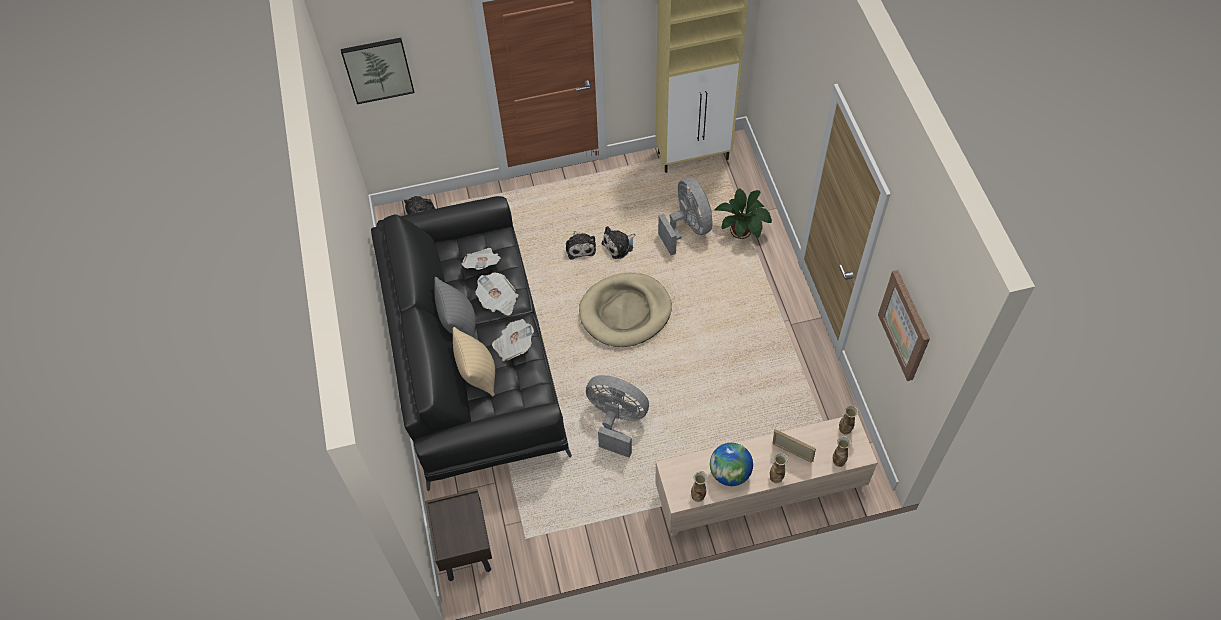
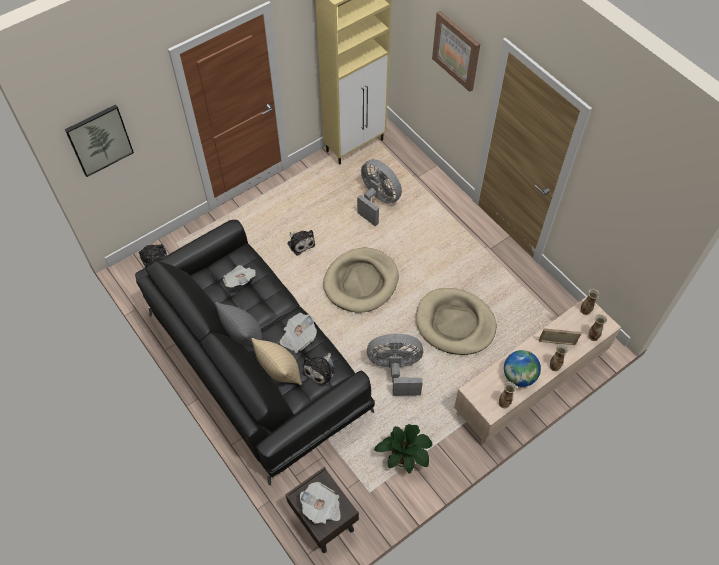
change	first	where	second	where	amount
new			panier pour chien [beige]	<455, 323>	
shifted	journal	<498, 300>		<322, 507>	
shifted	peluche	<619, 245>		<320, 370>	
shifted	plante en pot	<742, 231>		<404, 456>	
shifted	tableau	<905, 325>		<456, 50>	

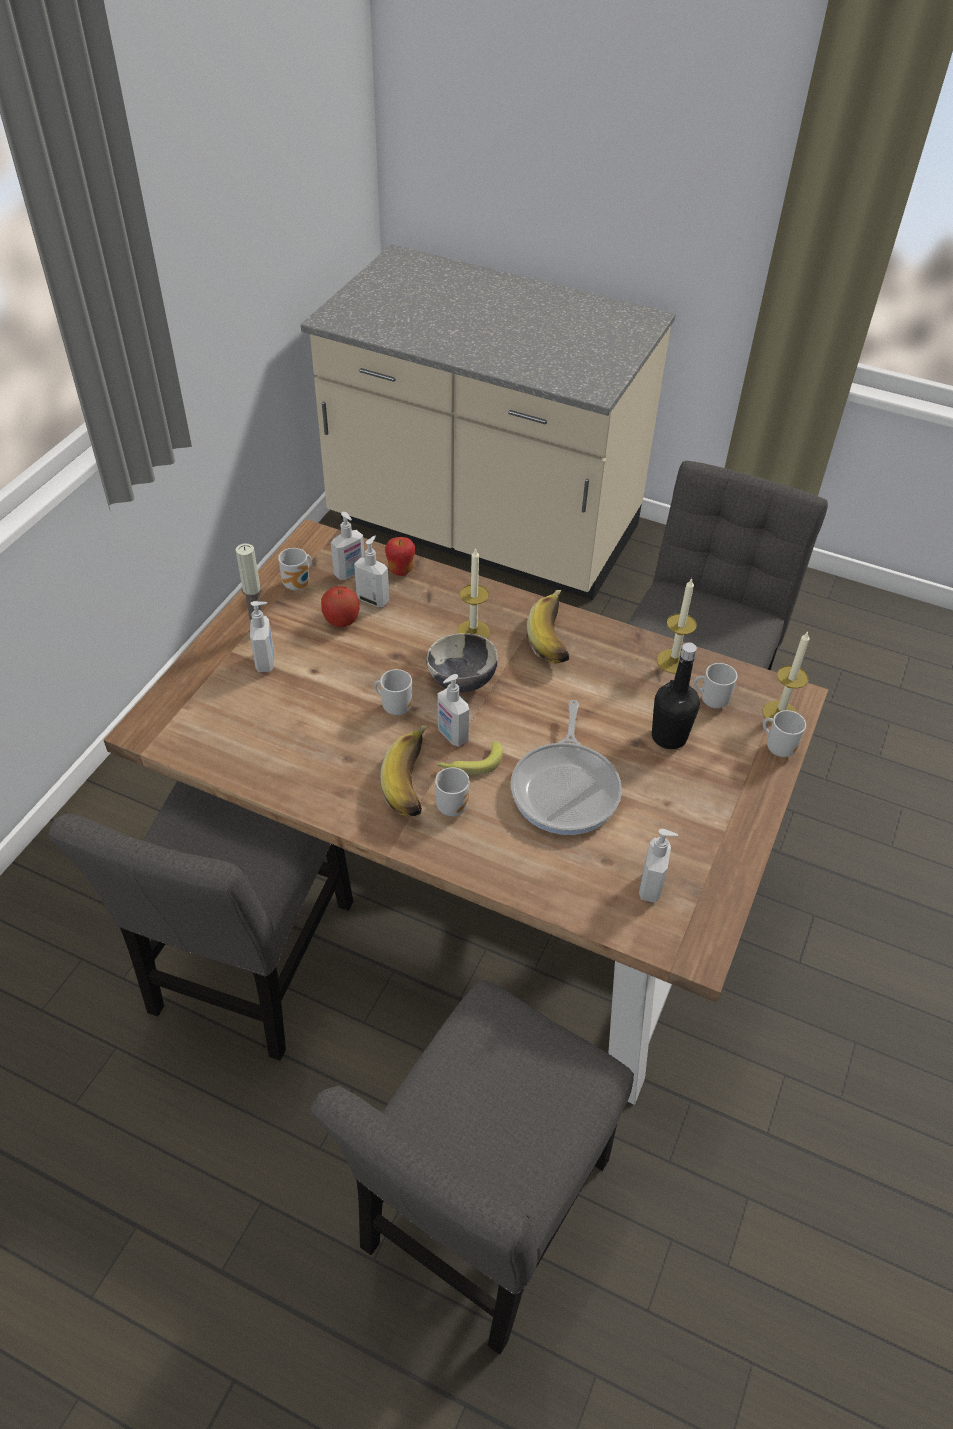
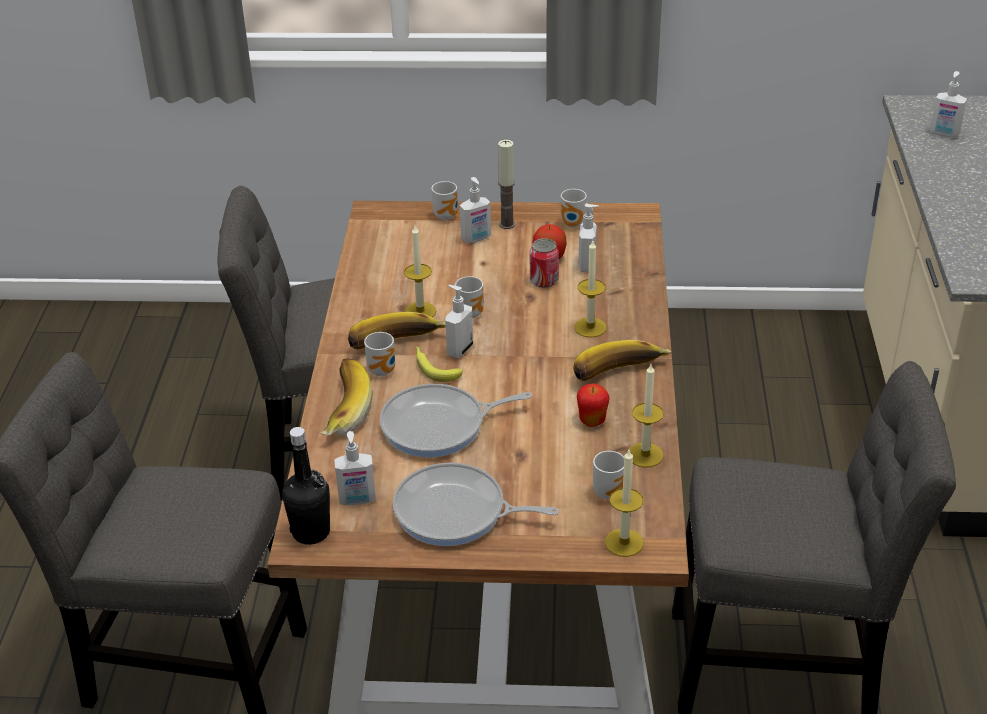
change	first	where	second	where	amount
gone	bol	<461, 681>			
new			banane	<340, 410>	
new			poêle	<456, 513>	
new			bougie	<420, 311>	
new			boîte métallique	<544, 281>	
shifted	distributeur de savon	<350, 573>		<944, 133>	
shifted	pomme	<400, 570>		<592, 421>	
shifted	bouteille [noir]	<669, 737>		<311, 532>	
shifted	mug	<778, 747>		<447, 215>	

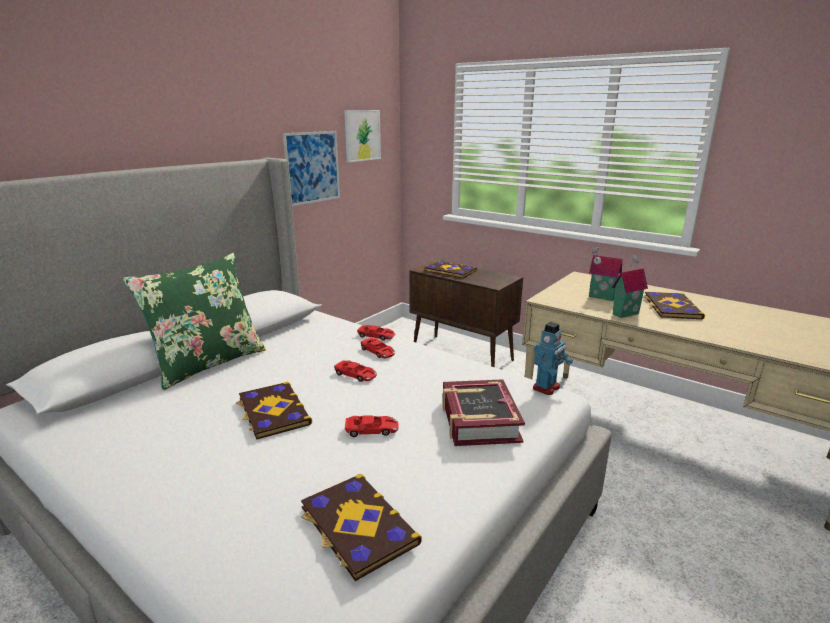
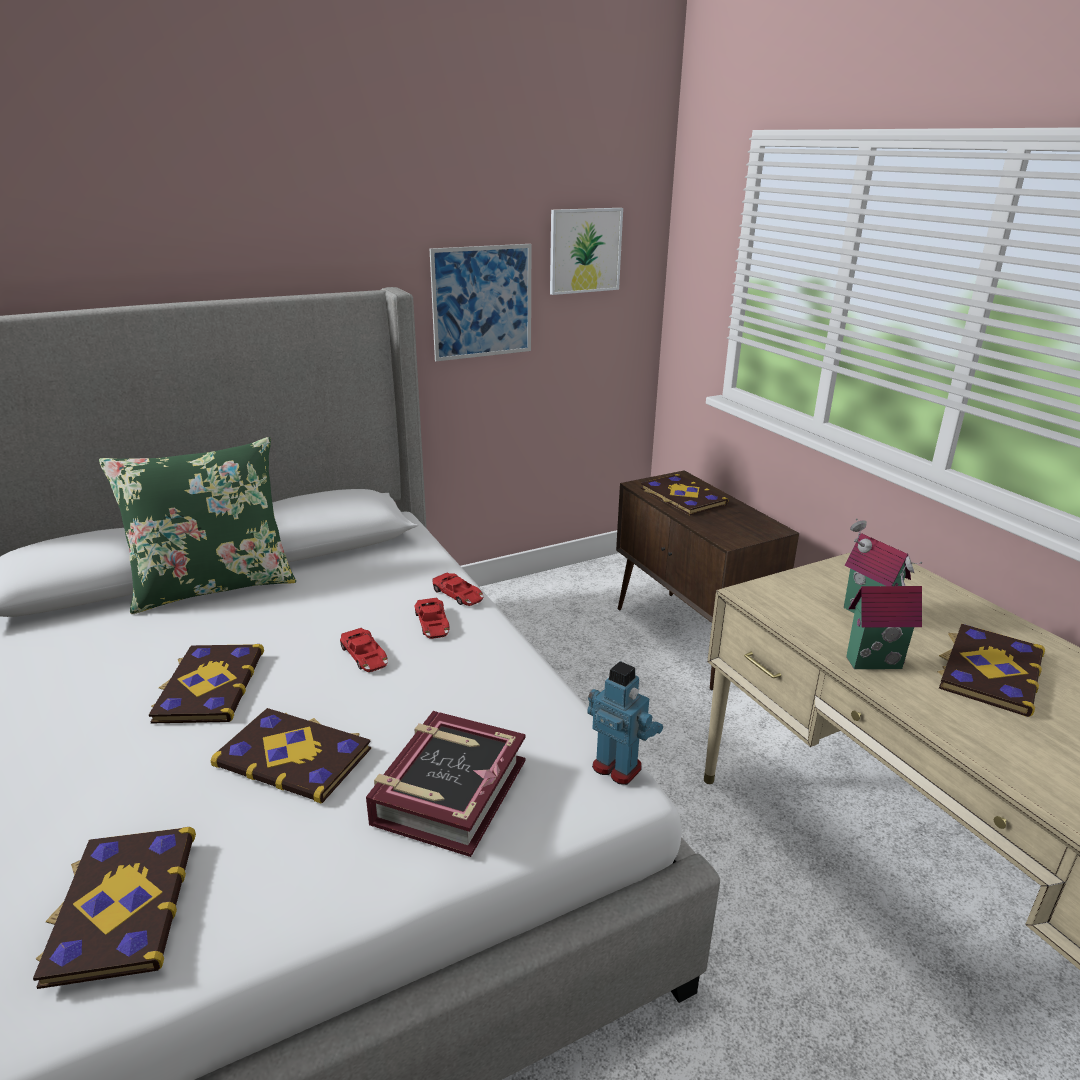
change	first	where	second	where	amount
swapped	petite voiture [rouge]	<372, 430>	livre	<294, 756>	
rotated	robot jouet	<547, 388>		<617, 767>	120 degrees counterclockwise

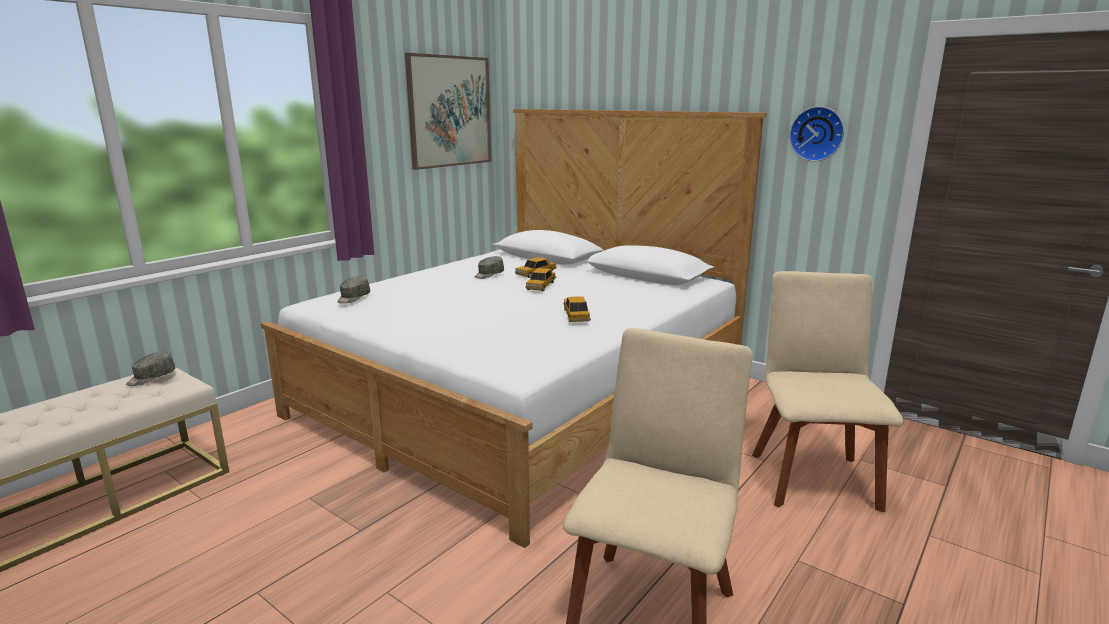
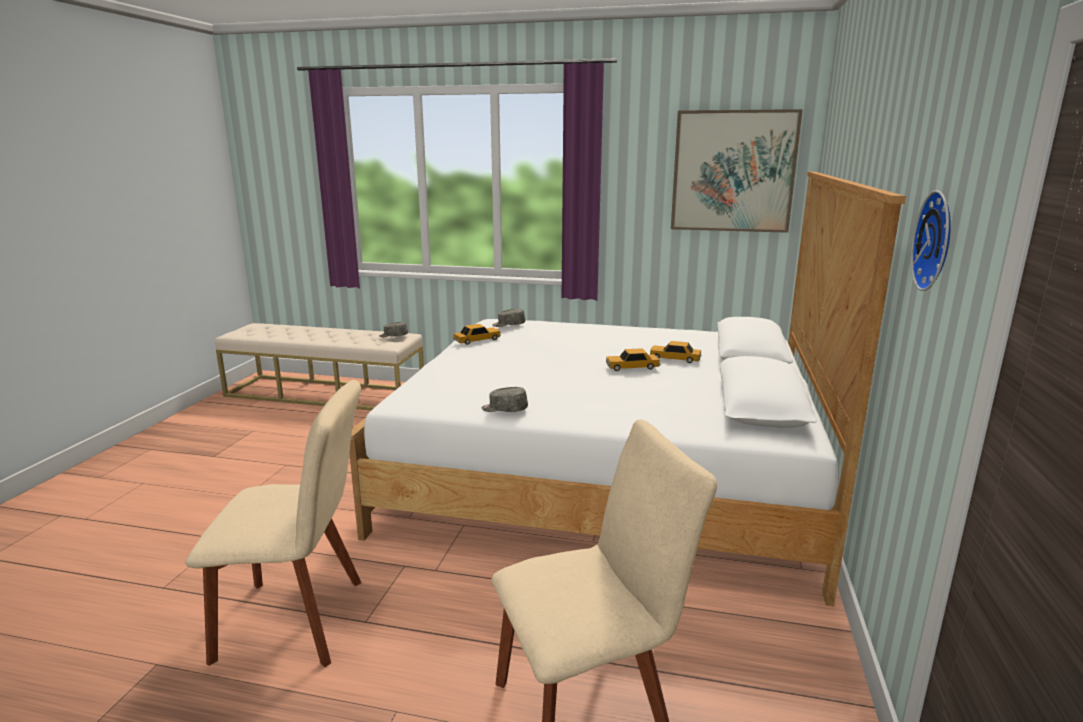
change	first	where	second	where	amount
shifted	casquette [gris]	<488, 274>		<504, 409>	
shifted	petite voiture	<576, 315>		<477, 340>	

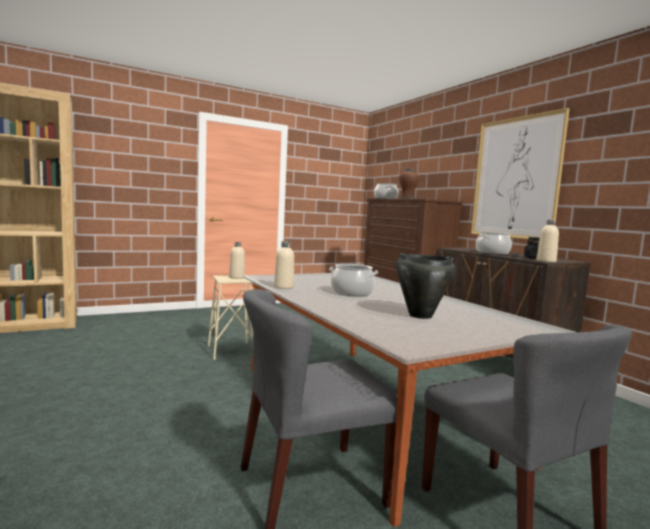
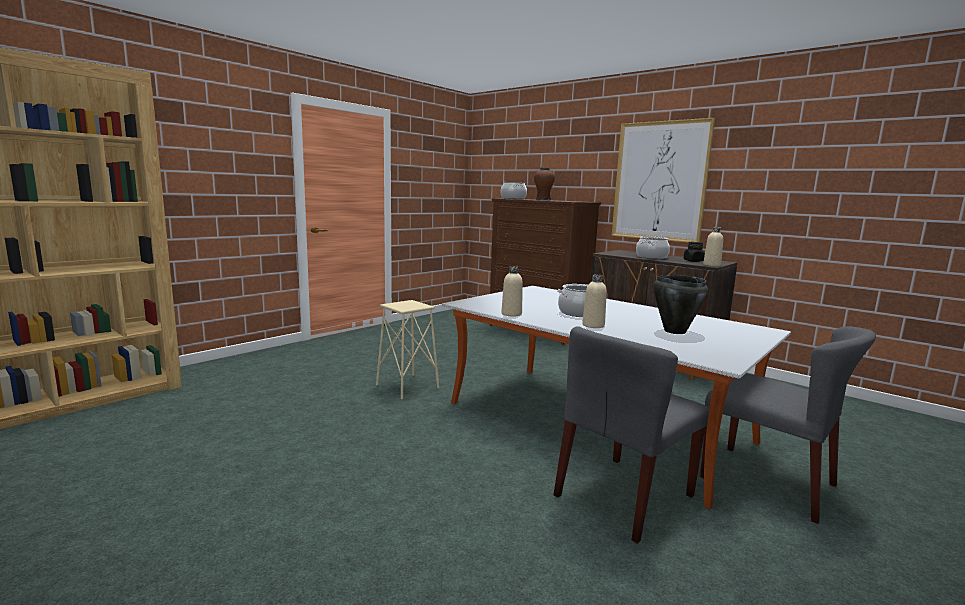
change	first	where	second	where	amount
shifted	bouteille [beige]	<237, 277>		<593, 325>	

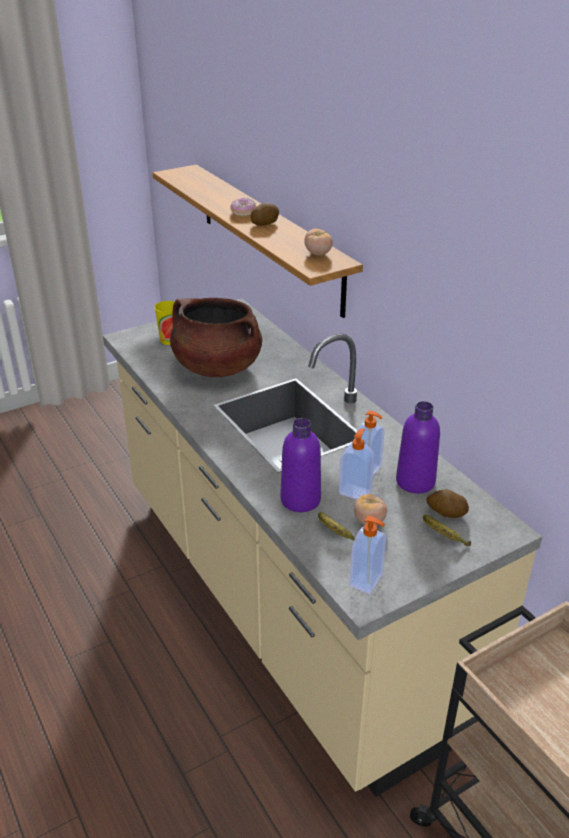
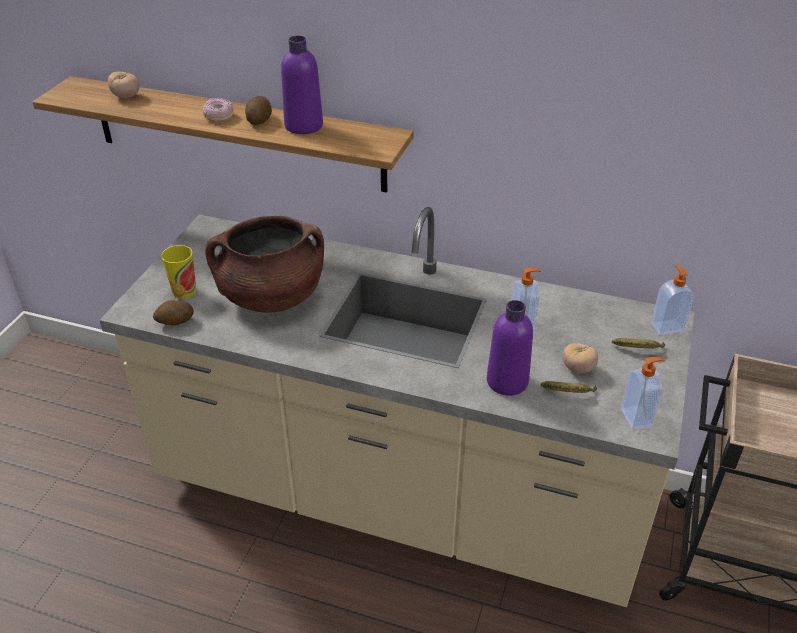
change	first	where	second	where	amount
shifted	tomate	<318, 254>		<126, 96>	
shifted	distributeur de savon	<355, 491>		<666, 326>	
shifted	bouteille [violet]	<415, 481>		<303, 126>	
shifted	pomme de terre	<446, 513>		<175, 322>	

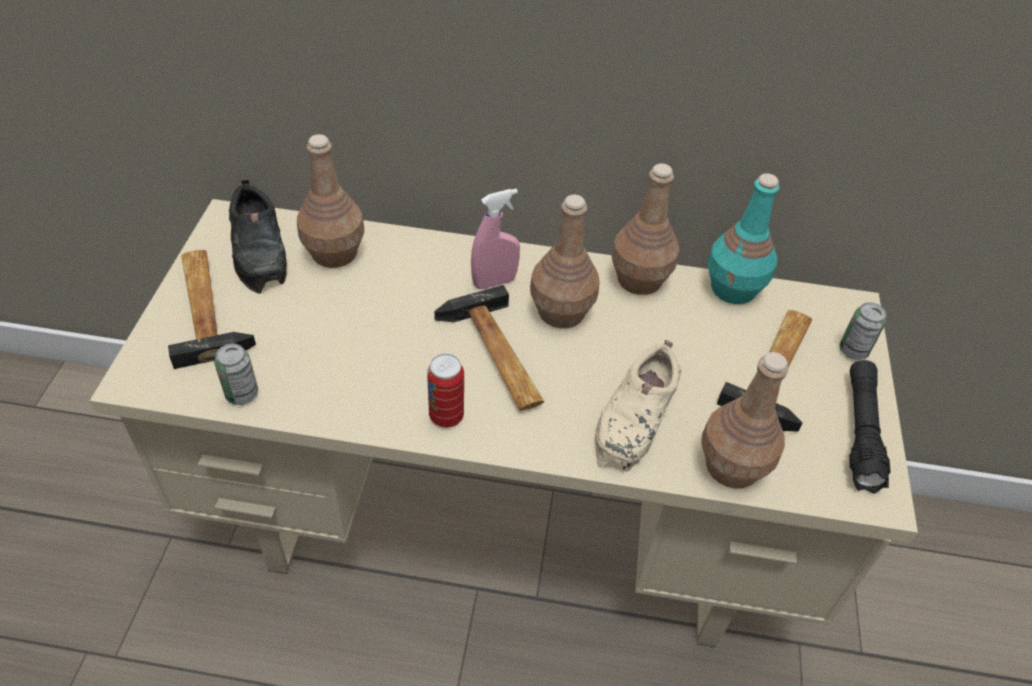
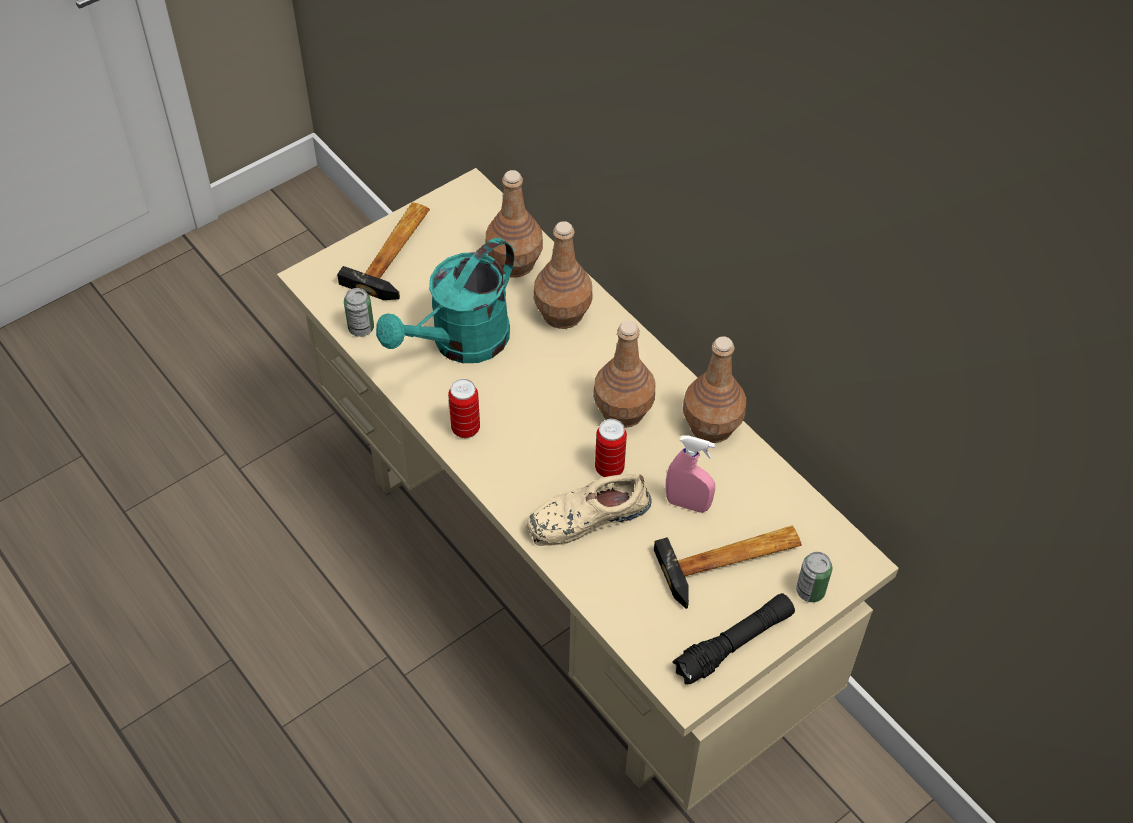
change	first	where	second	where	amount
gone	chaussure [noir]	<259, 249>			
gone	marteau	<496, 357>			
gone	bouteille [turquoise]	<734, 289>			
new			arrosoir [turquoise]	<460, 344>	
new			boîte métallique	<609, 468>	
shifted	vaporisateur [rose]	<494, 282>		<687, 504>	
shifted	bouteille [marron]	<733, 466>		<563, 313>	

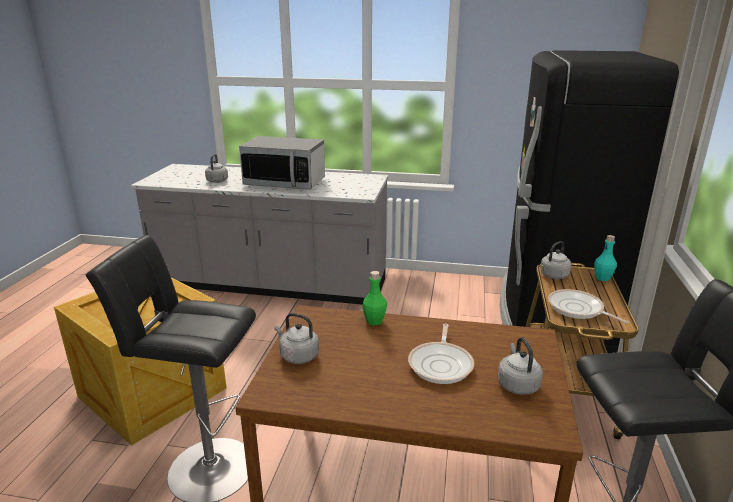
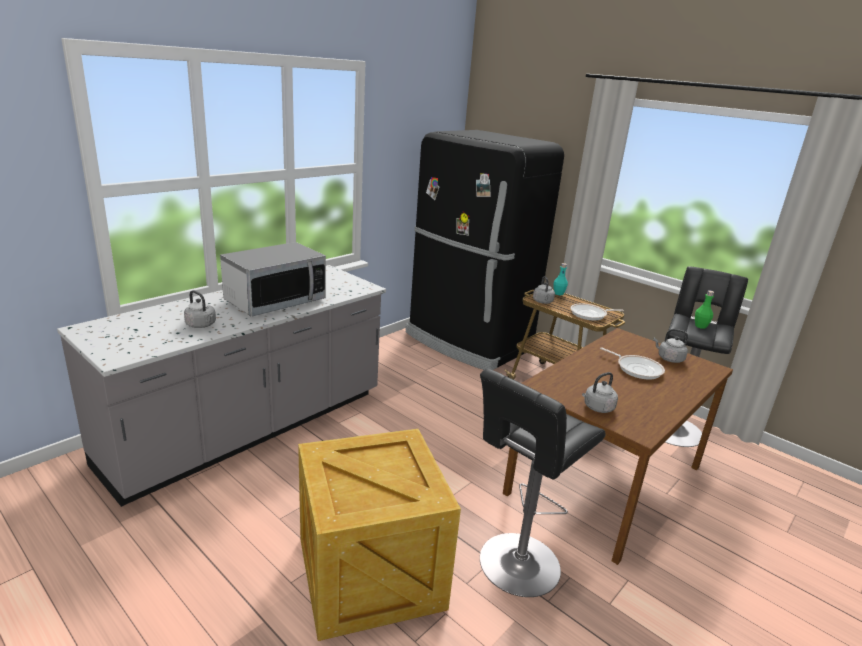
change	first	where	second	where	amount
shifted	bouteille [vert]	<374, 321>		<700, 326>	

